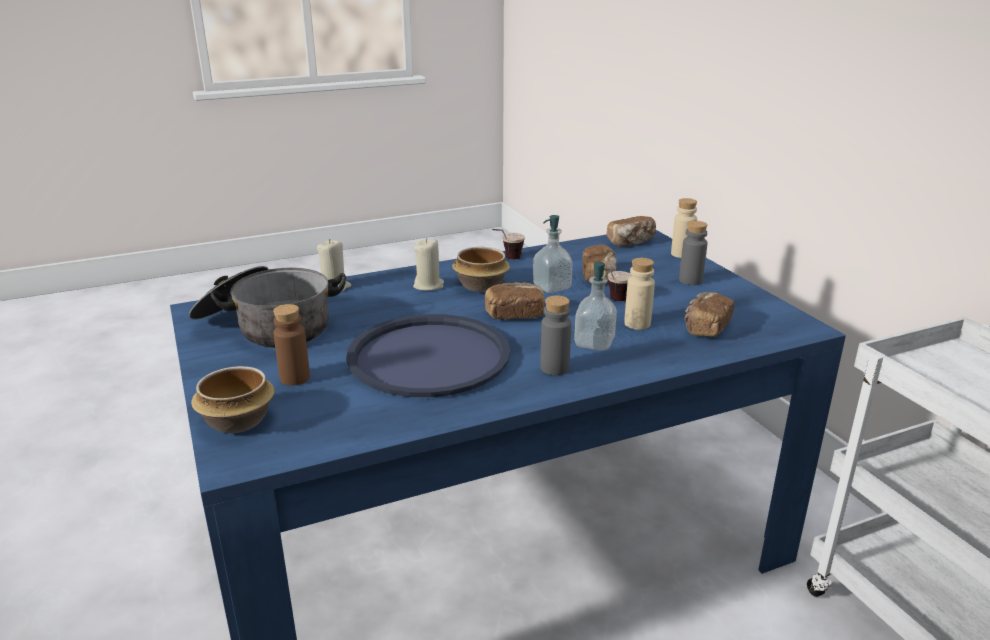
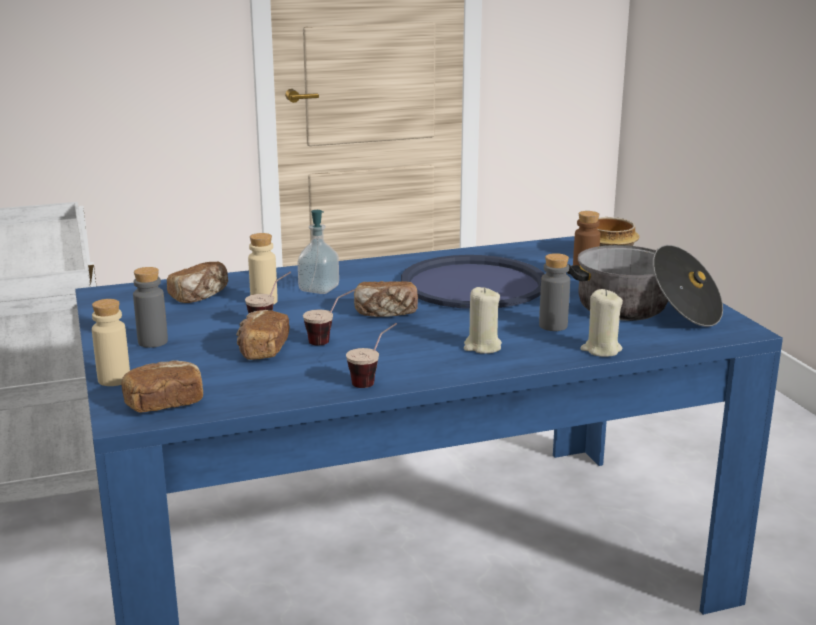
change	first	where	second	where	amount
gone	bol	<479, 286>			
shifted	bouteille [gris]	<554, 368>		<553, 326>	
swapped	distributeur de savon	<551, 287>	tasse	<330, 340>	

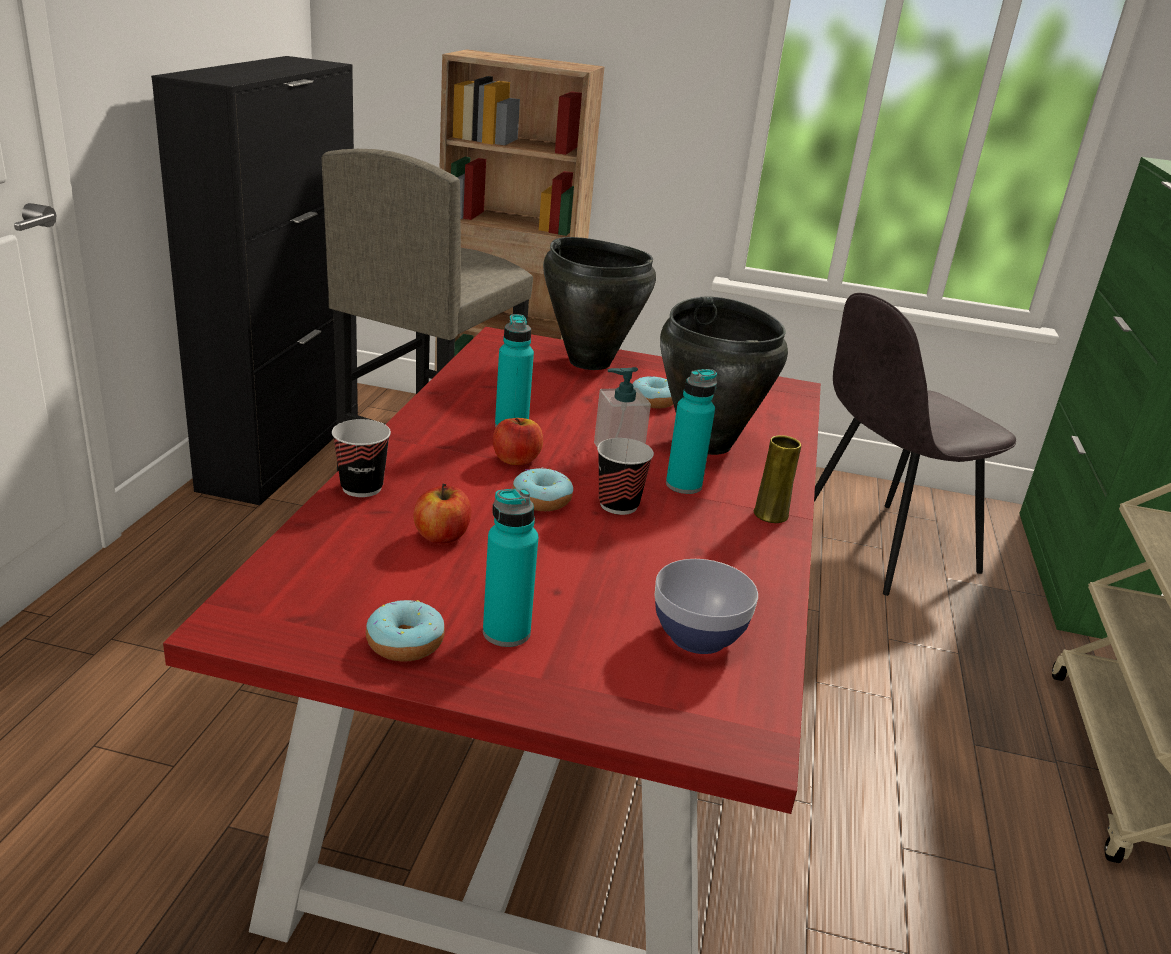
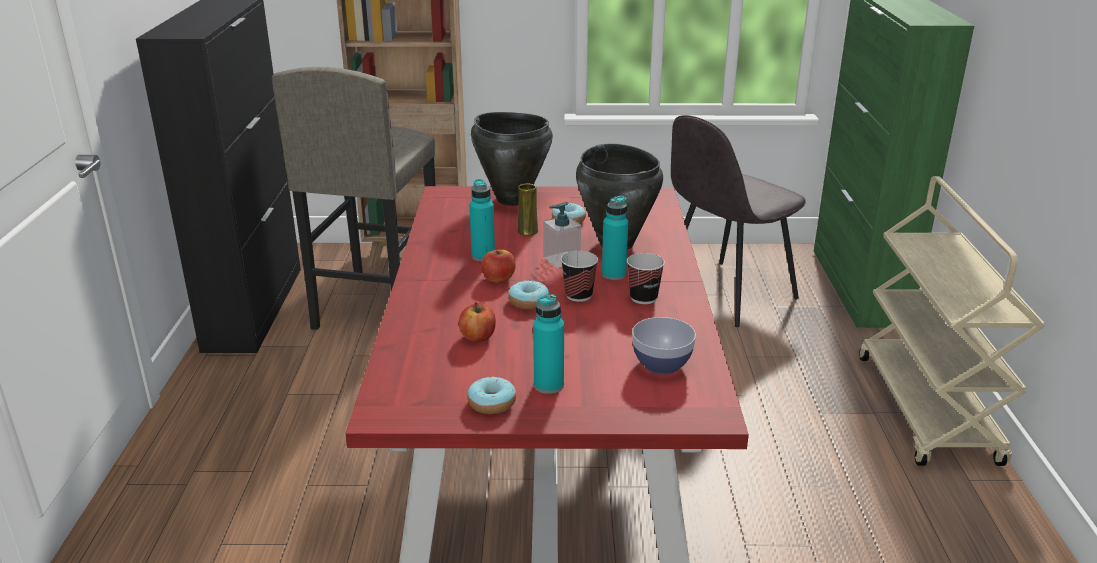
change	first	where	second	where	amount
shifted	tasse	<362, 487>		<643, 298>	
shifted	vase [jaune]	<770, 514>		<527, 231>	

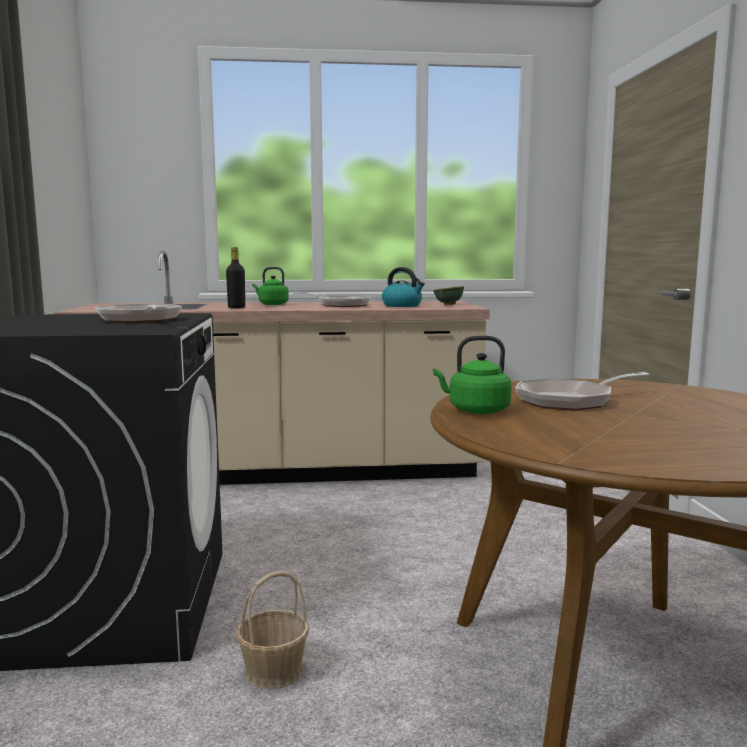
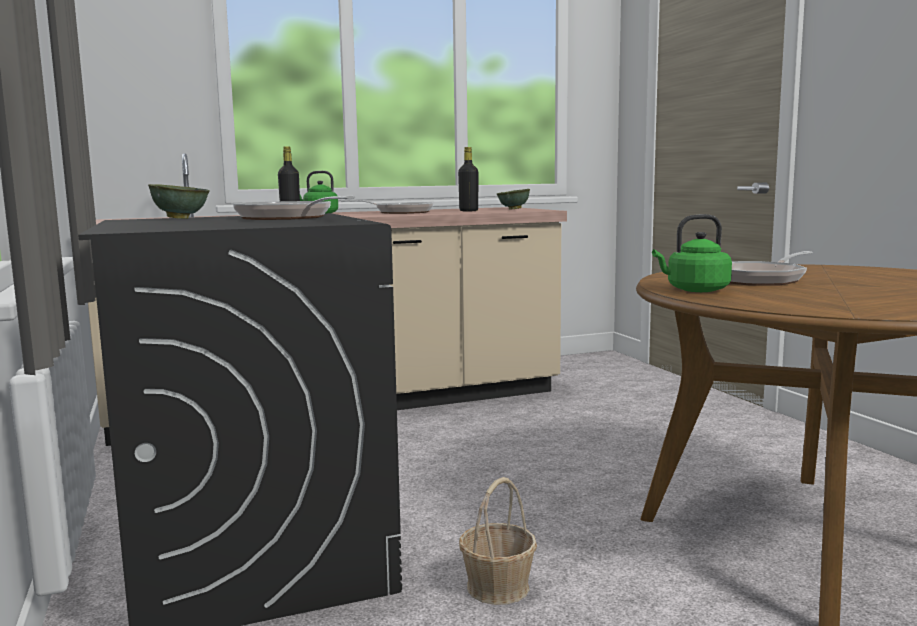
change	first	where	second	where	amount
new			bol [vert]	<180, 218>	
swapped	bouilloire	<402, 305>	bouteille [noir]	<468, 211>	

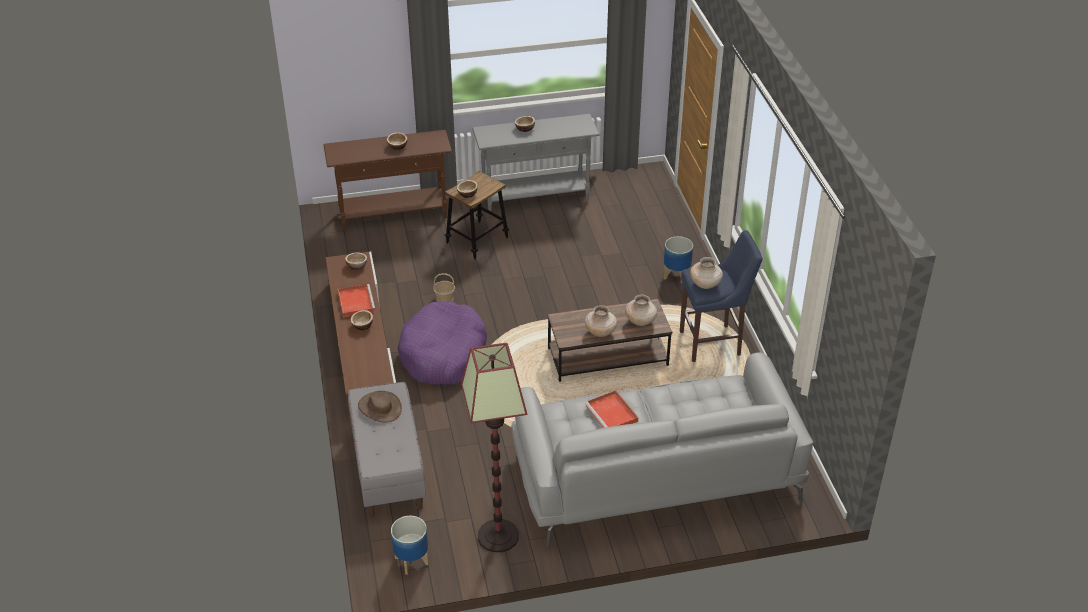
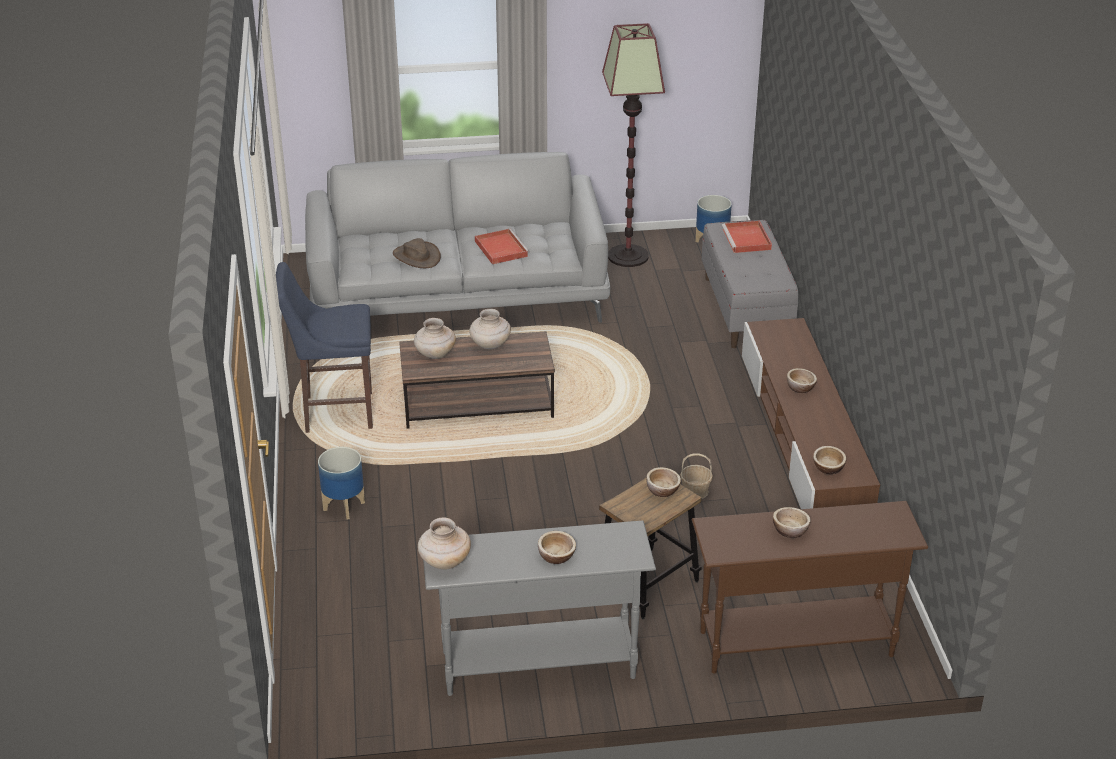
change	first	where	second	where	amount
gone	panier pour chien [violet]	<443, 354>			
shifted	plateau [rouge]	<355, 302>		<747, 240>	
shifted	chapeau [marron]	<380, 408>		<416, 256>	
shifted	vase [beige]	<705, 284>		<444, 562>	

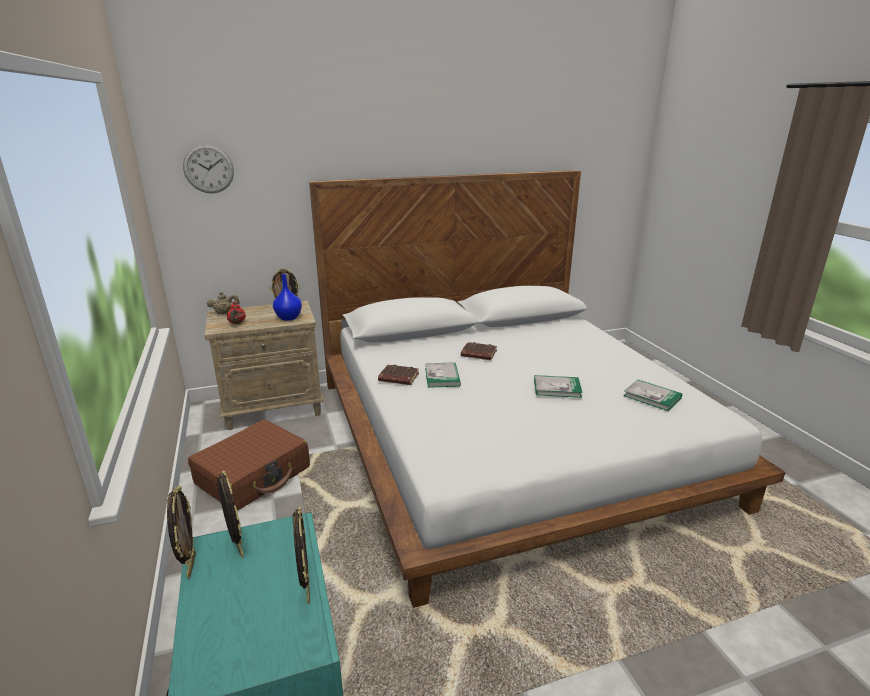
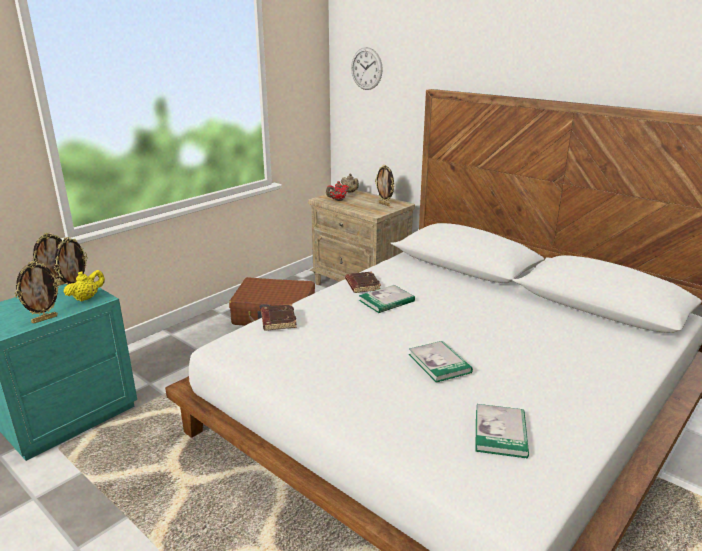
change	first	where	second	where	amount
gone	vase [bleu]	<288, 318>			
new			théière [jaune]	<87, 298>	
shifted	livre [marron]	<478, 354>		<277, 320>	

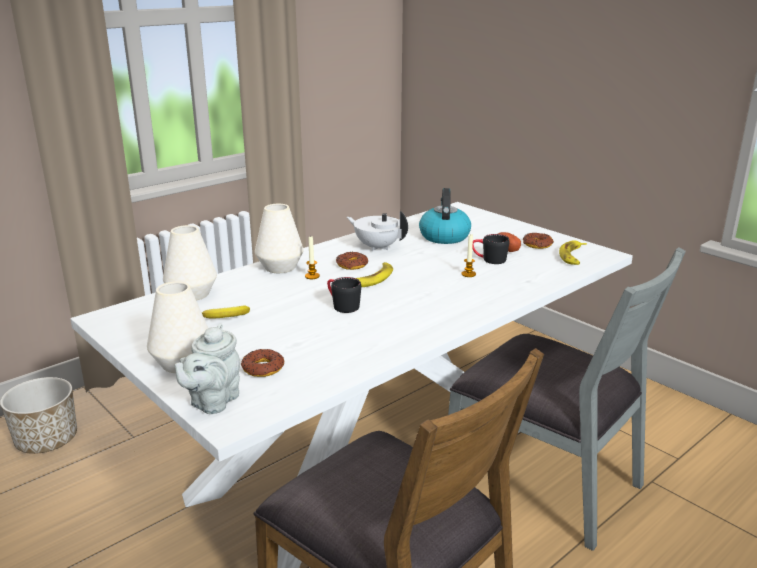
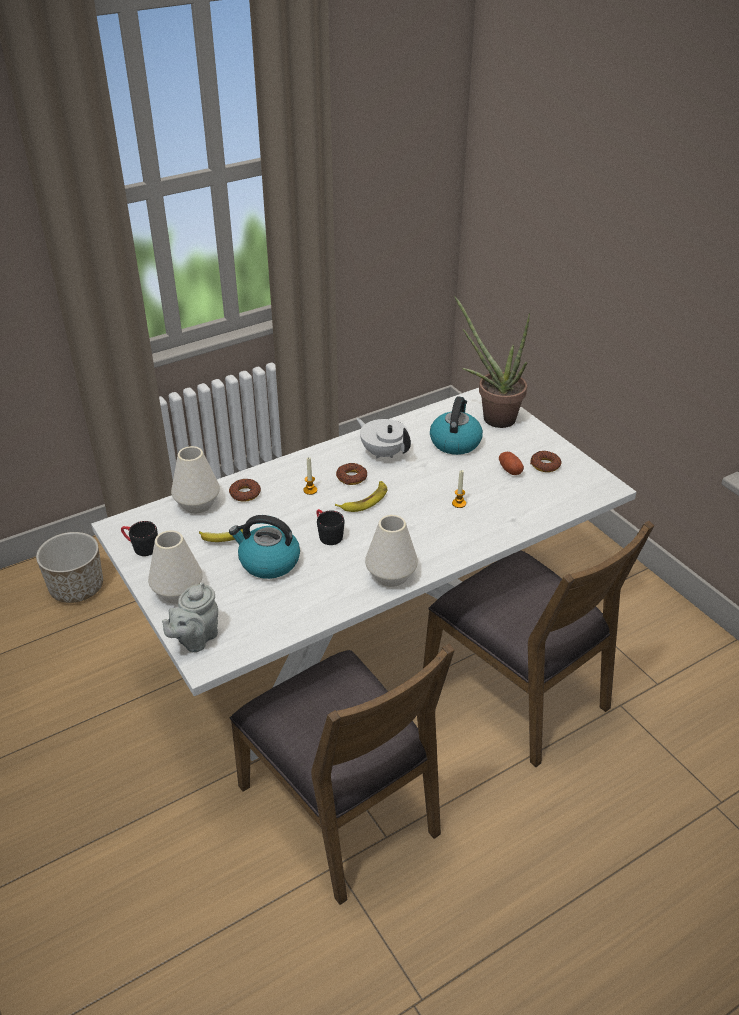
change	first	where	second	where	amount
gone	banane	<573, 256>			
new			bouilloire	<268, 562>	
new			plante en pot	<492, 416>	
shifted	beignet	<262, 368>		<245, 493>	
shifted	vase [blanc]	<280, 267>		<391, 575>	
shifted	mug [noir]	<489, 259>		<140, 547>	
repainted	chaise [gris]	<545, 481>	chaise [marron]	<518, 691>	

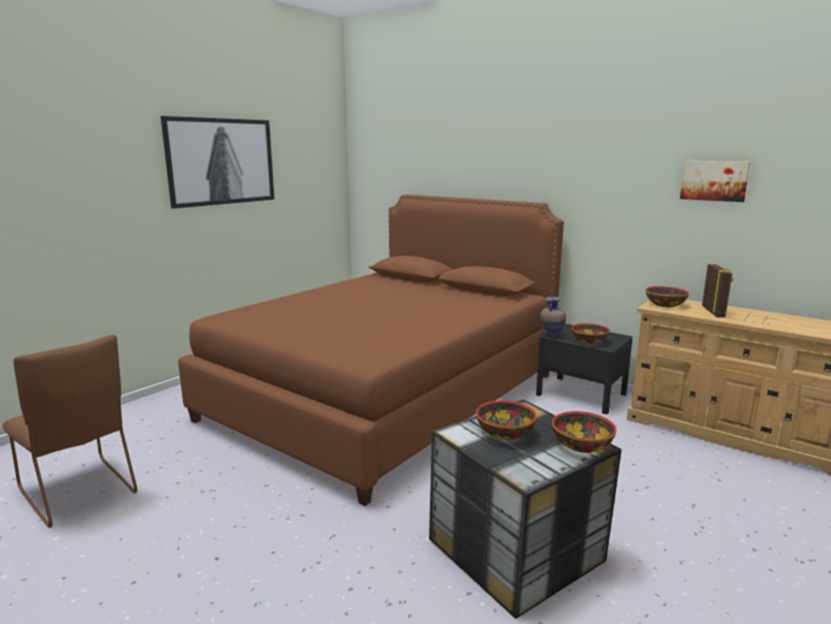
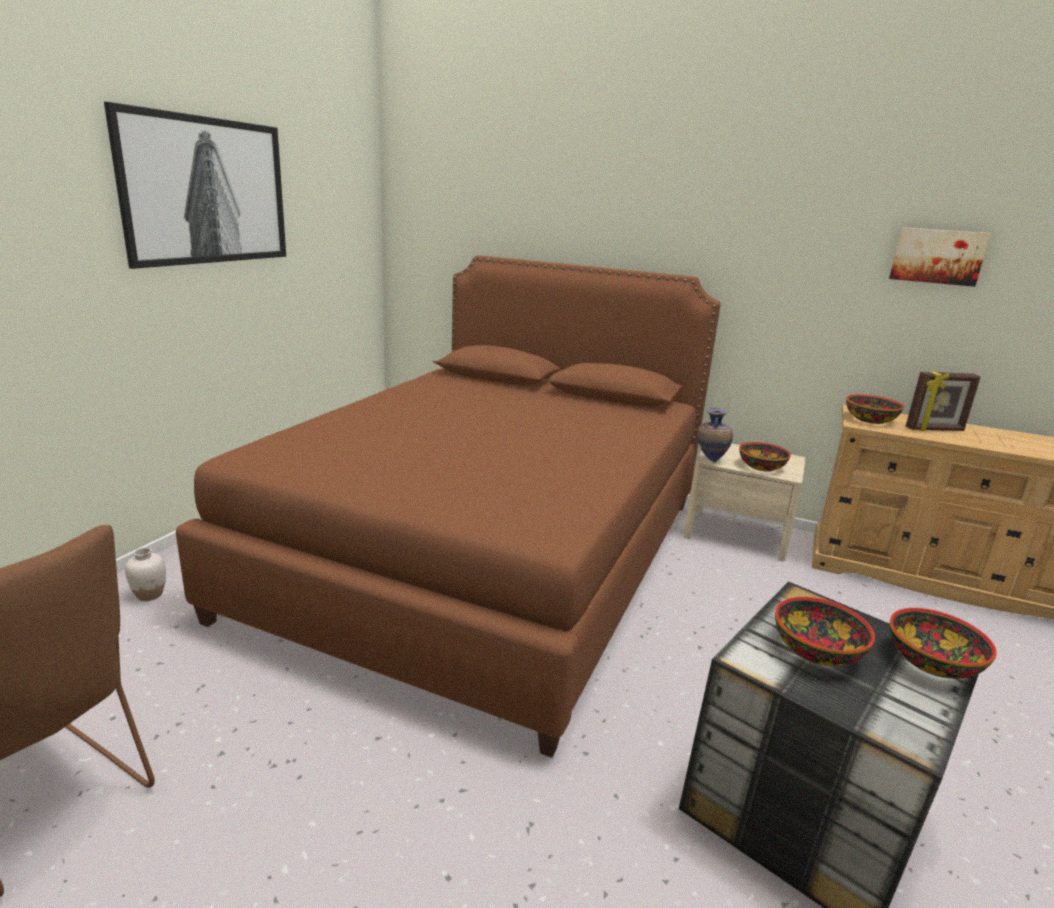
change	first	where	second	where	amount
new			vase [blanc]	<150, 595>	
repainted	table de chevet [noir]	<581, 394>	table de chevet [beige]	<737, 533>	
rotated	cadre photo	<713, 312>		<935, 430>	90 degrees clockwise

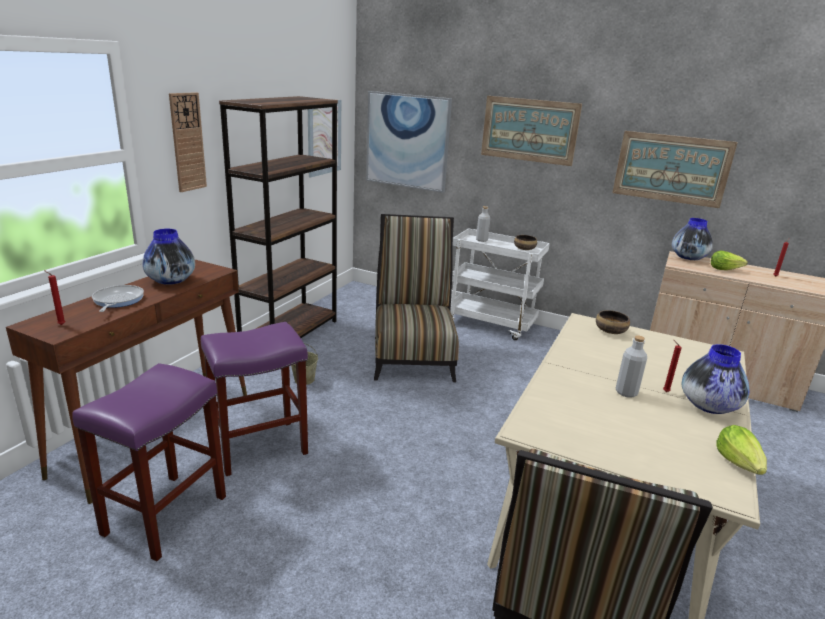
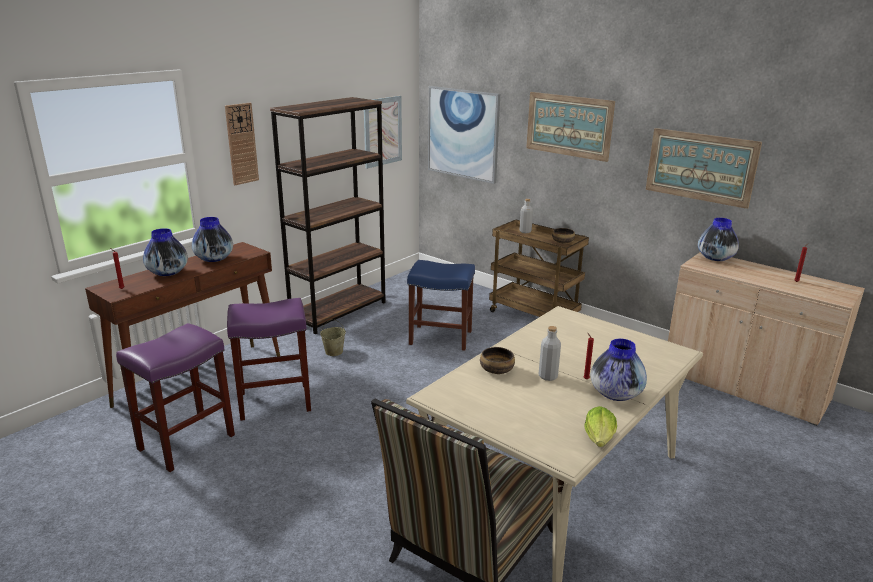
change	first	where	second	where	amount
gone	laitue	<724, 269>			
shifted	bol	<610, 331>		<496, 369>	
swapped	poêle	<117, 301>	vase	<167, 273>	
swapped	chaise	<412, 354>	tabouret [bleu]	<441, 337>	
repainted	chariot [blanc]	<491, 324>	chariot [marron]	<534, 315>	

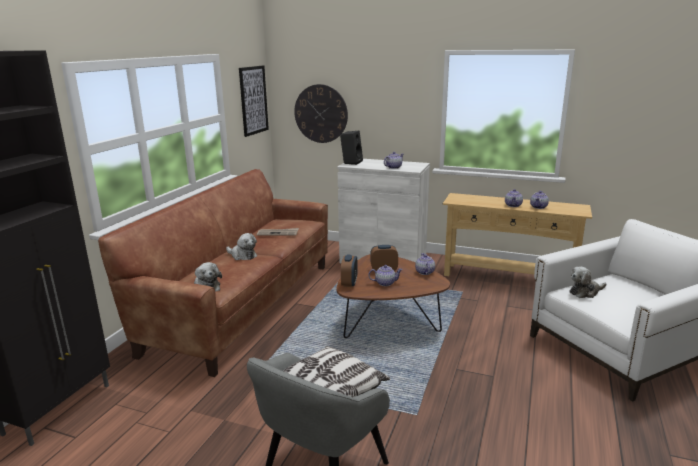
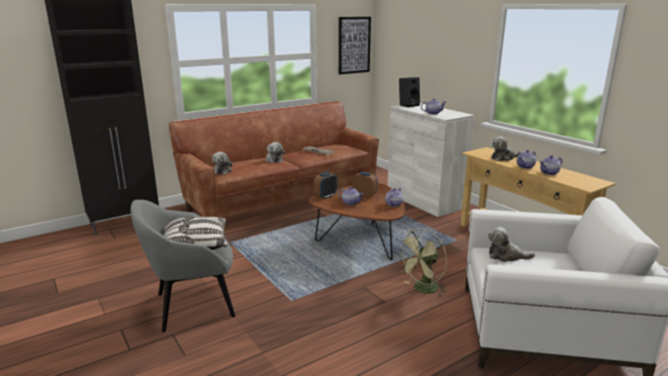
change	first	where	second	where	amount
gone	horloge murale	<321, 113>			
new			ventilateur [vert]	<422, 290>	
new			peluche	<503, 158>	

